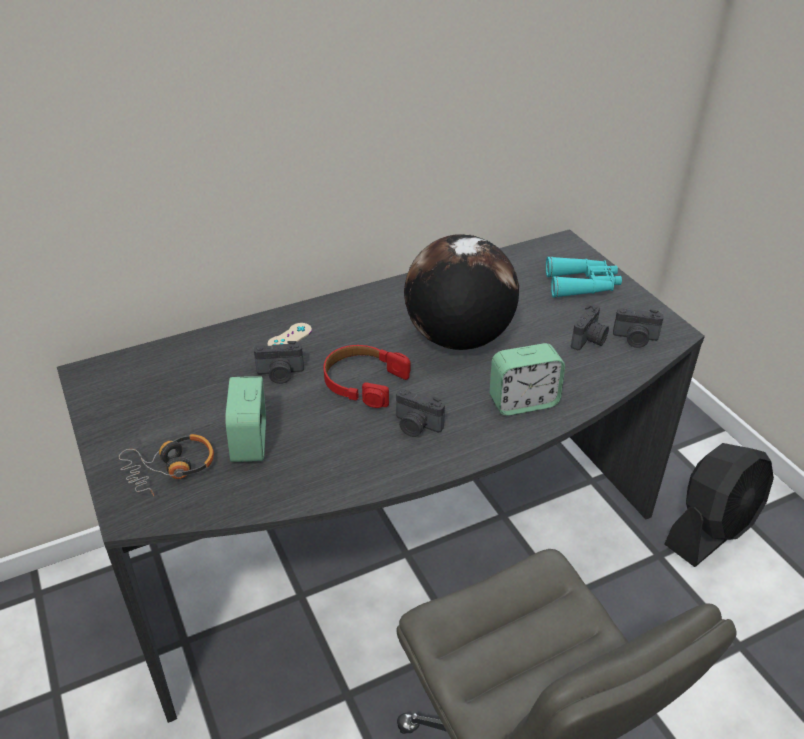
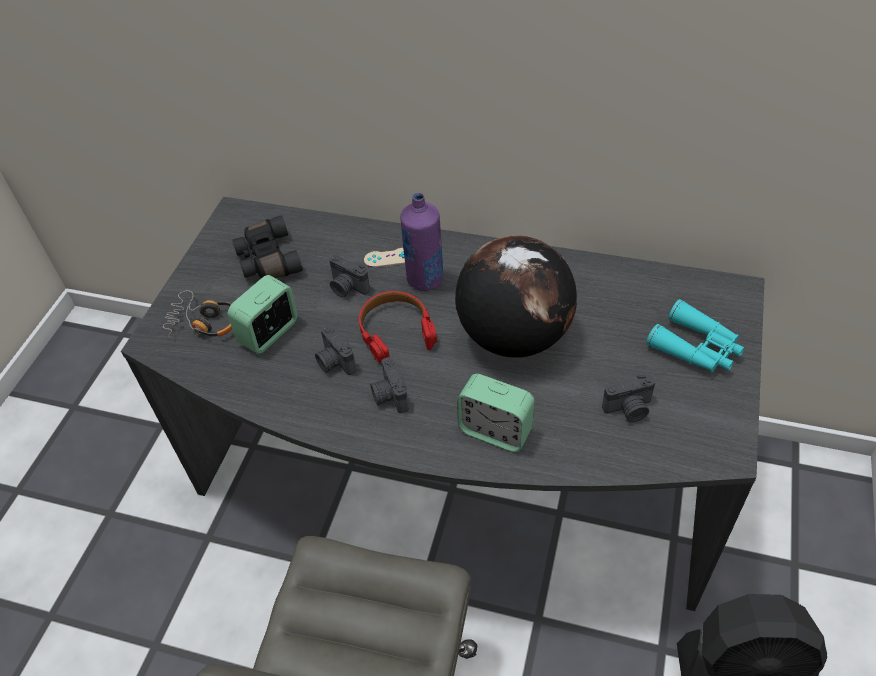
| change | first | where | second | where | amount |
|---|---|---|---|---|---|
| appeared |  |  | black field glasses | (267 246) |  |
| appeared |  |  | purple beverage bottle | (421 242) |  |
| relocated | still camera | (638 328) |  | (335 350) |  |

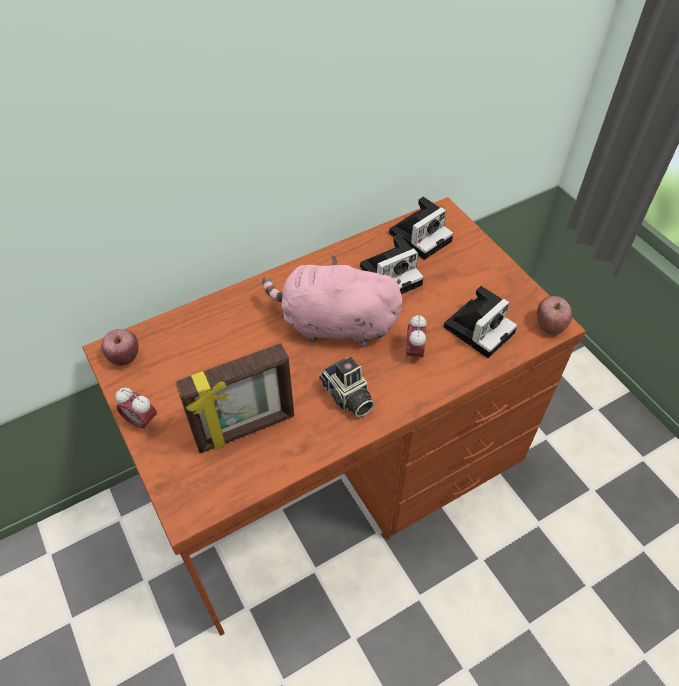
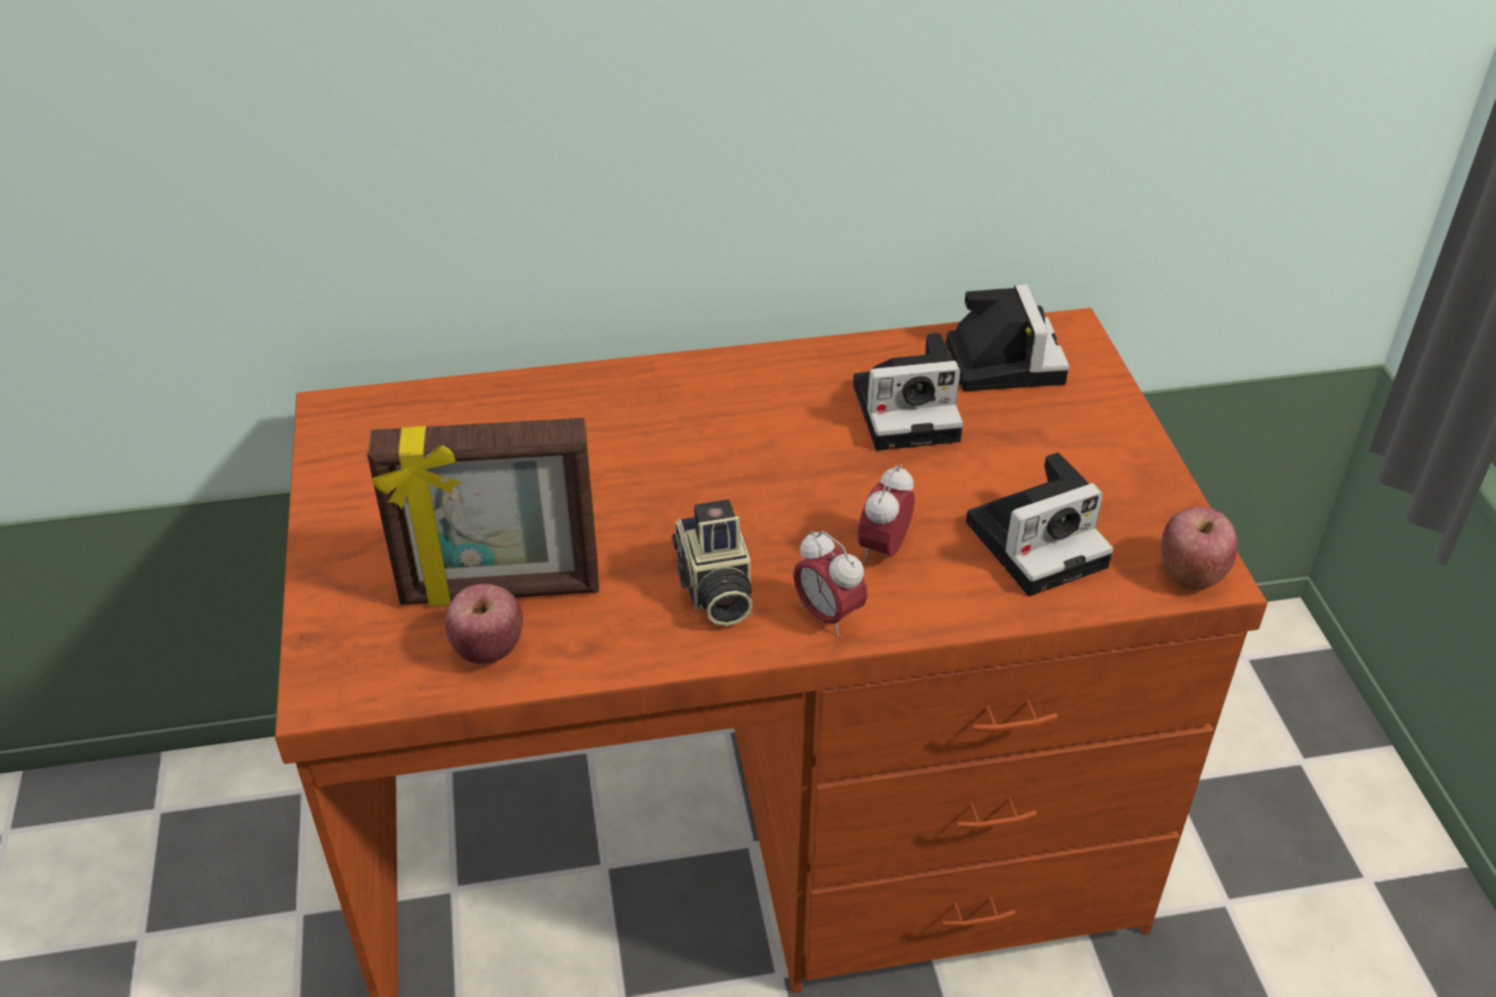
| change | first | where | second | where | amount |
|---|---|---|---|---|---|
| missing | pink cuddly toy | (332 300) |  |  |  |
| relocated | apple | (120 347) |  | (484 624) |  |
| relocated | table clock | (136 410) |  | (830 583) |  |
| spun | still camera | (421 228) |  | (1007 337) | 75 degrees counterclockwise |

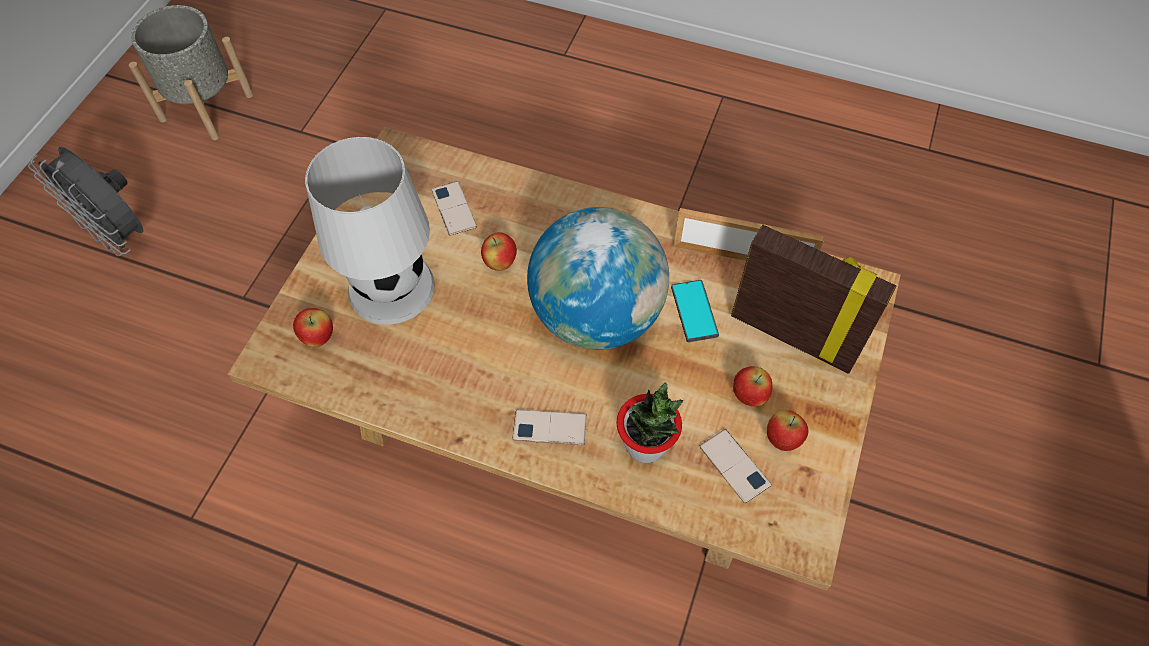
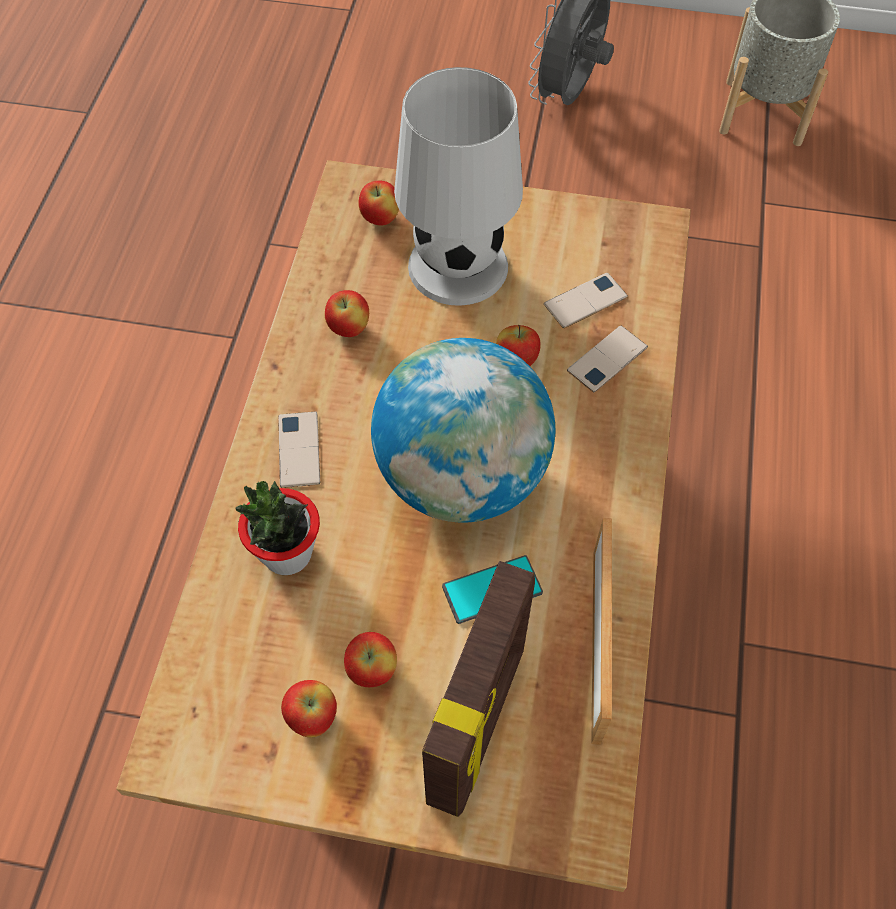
| change | first | where | second | where | amount |
|---|---|---|---|---|---|
| appeared |  |  | apple | (347 313) |  |
| relocated | phone | (735 466) |  | (607 359) |  |

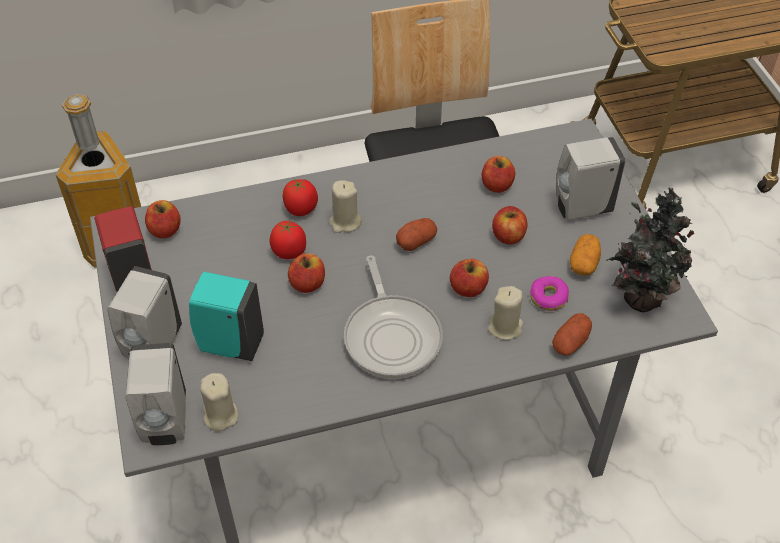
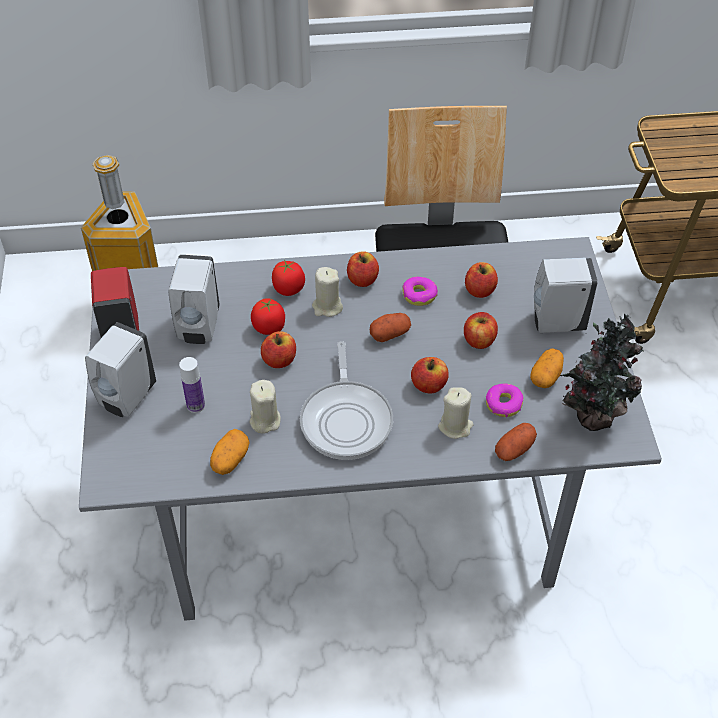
| change | first | where | second | where | amount |
|---|---|---|---|---|---|
| appeared |  |  | potato | (230 452) |  |
| appeared |  |  | doughnut | (420 291) |  |
| relocated | whitish soap bottle | (156 394) |  | (194 299) |  |
| relocated | apple | (162 219) |  | (363 269) |  |
| relocated | sand-coloured wax candle | (219 402) |  | (265 407) |  |
| exchanged | turquoise-coloured soap bottle | (226 316) | beverage bottle | (192 385) |  |

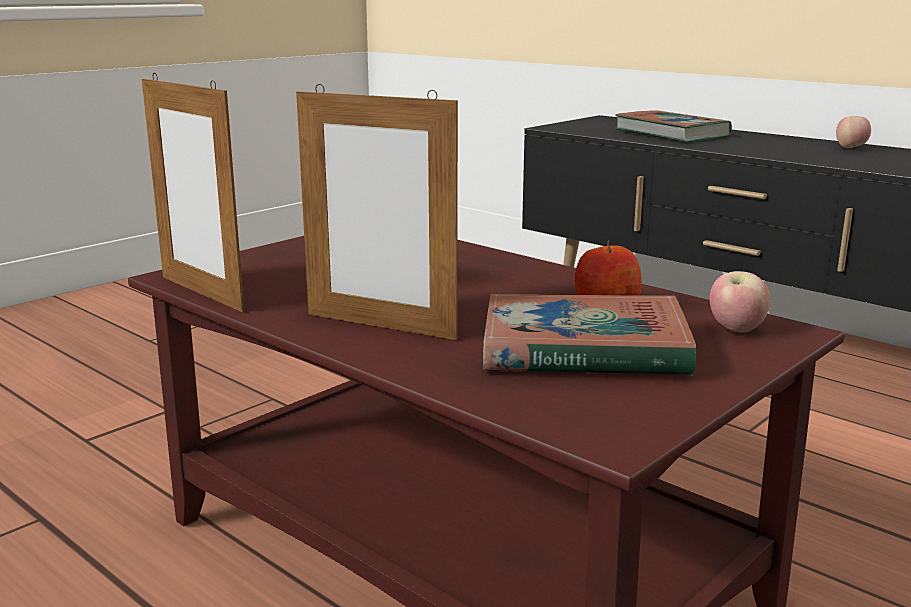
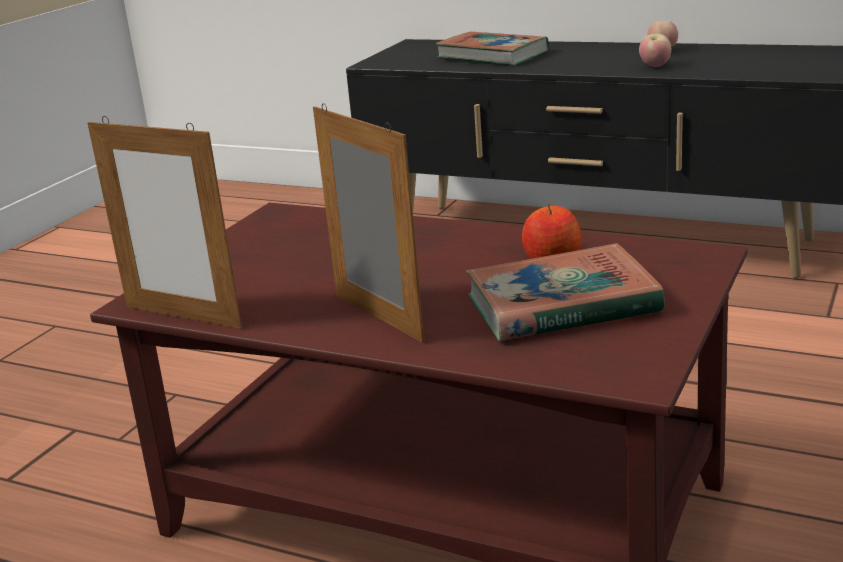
| change | first | where | second | where | amount |
|---|---|---|---|---|---|
| relocated | apple | (740 302) |  | (655 50) |  |
| spun | picture frame | (377 212) |  | (368 223) | 135 degrees counterclockwise |

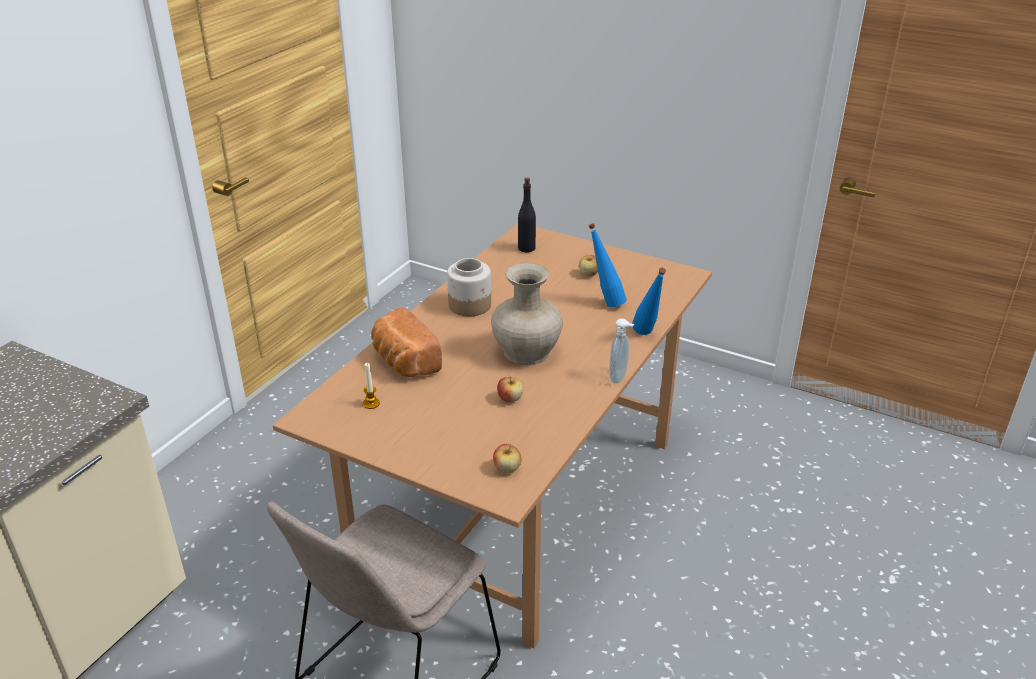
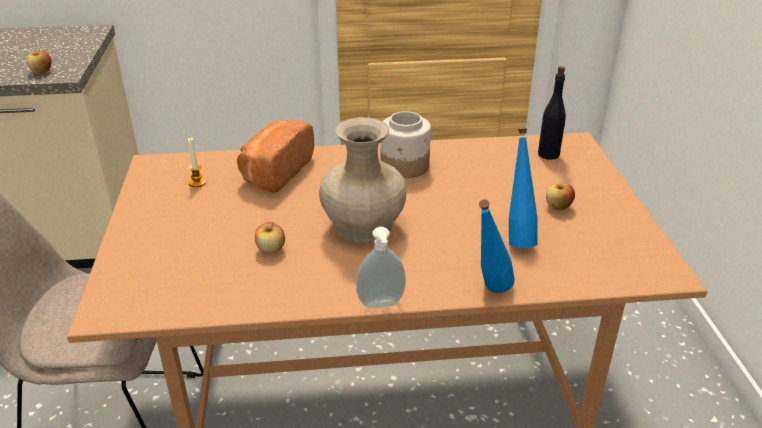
| change | first | where | second | where | amount |
|---|---|---|---|---|---|
| relocated | apple | (507 458) |  | (39 62) |  |

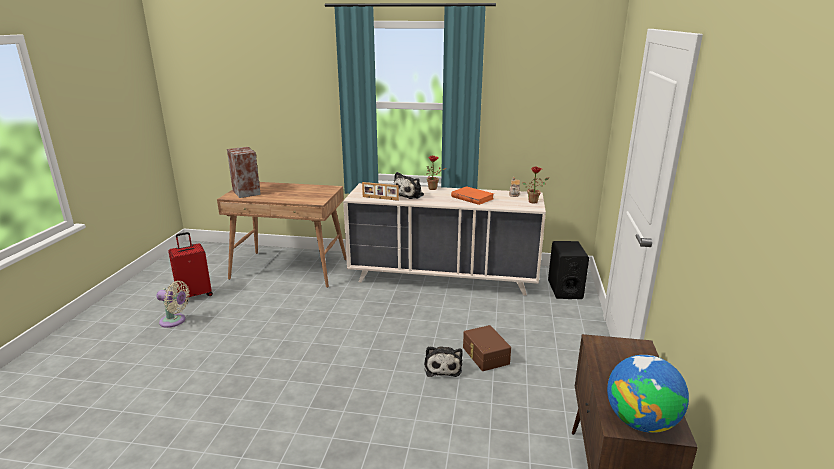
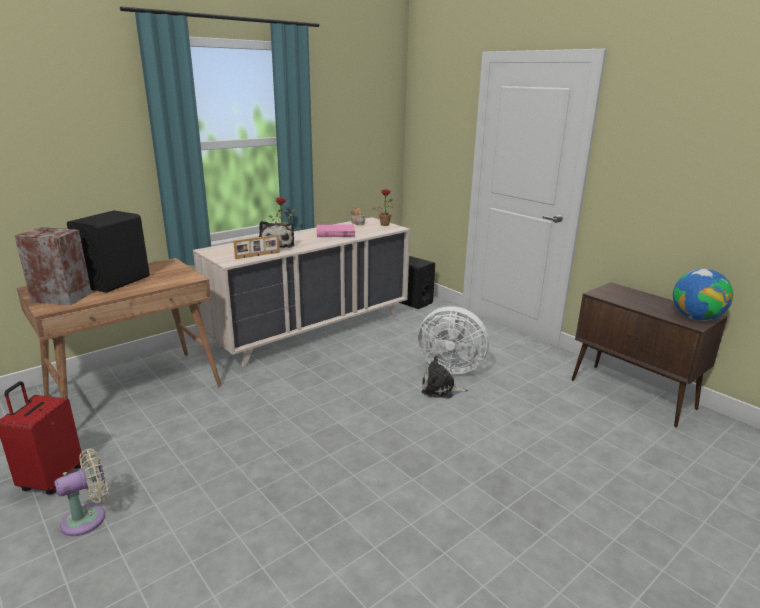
| change | first | where | second | where | amount |
|---|---|---|---|---|---|
| appeared |  |  | black audio speaker | (108 251) |  |
| exchanged | brownish storage container | (487 348) | whitish cooling fan | (453 340) |  |
| colour | orangey bound book | (472 196) | pink bound book | (335 230) |  |
| spun | cuddly toy | (443 361) |  | (445 377) | 150 degrees clockwise |

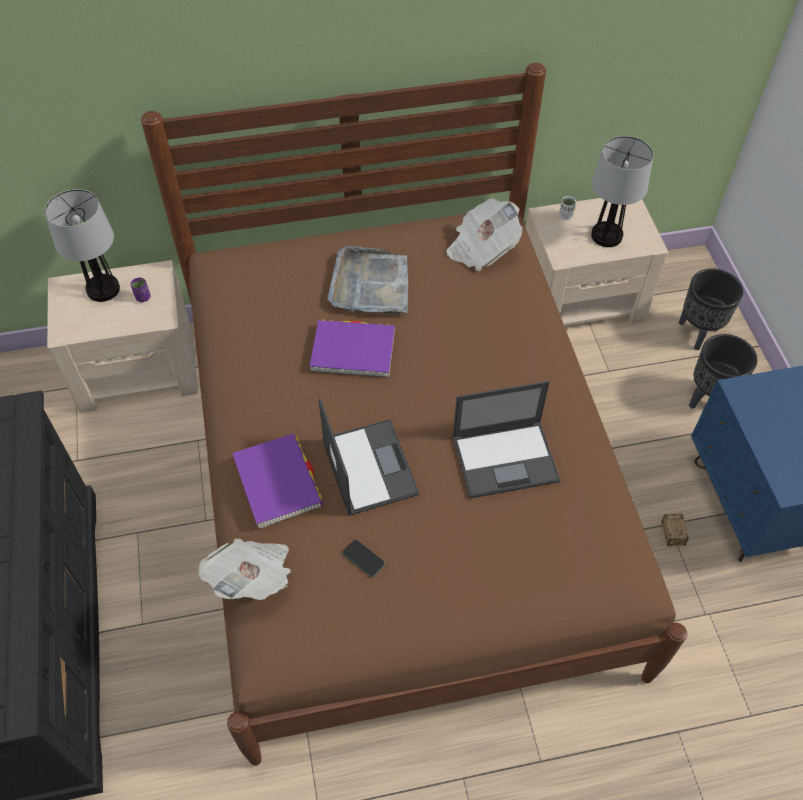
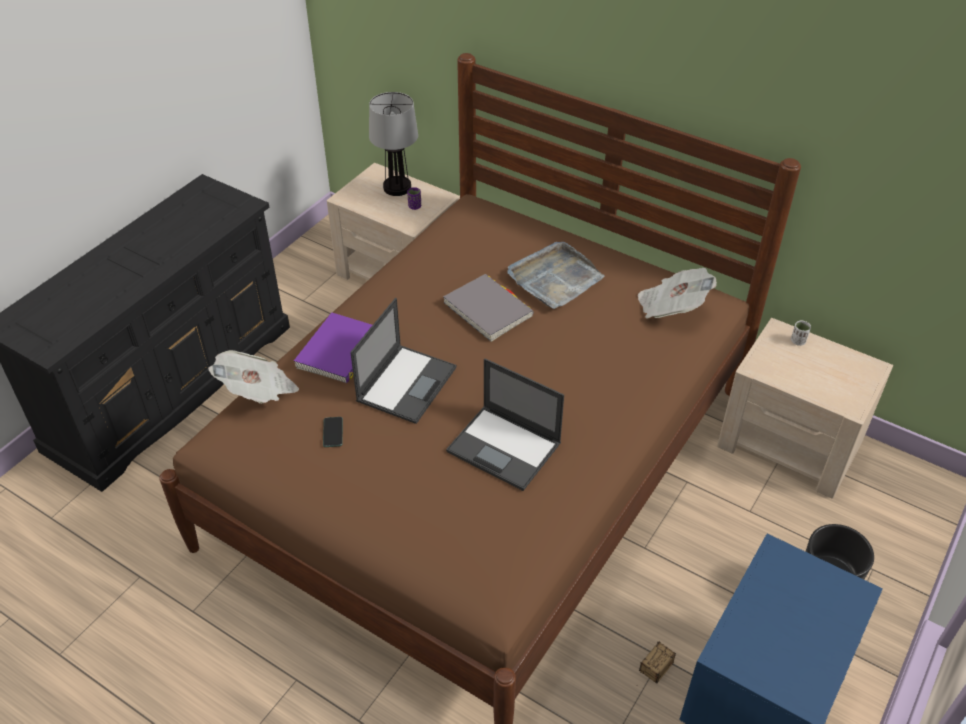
| change | first | where | second | where | amount |
|---|---|---|---|---|---|
| missing | tabletop lamp | (622 191) |  |  |  |
| missing | black flower pot | (711 309) |  |  |  |
| colour | purple bound book | (352 348) | grey bound book | (488 308) |  |

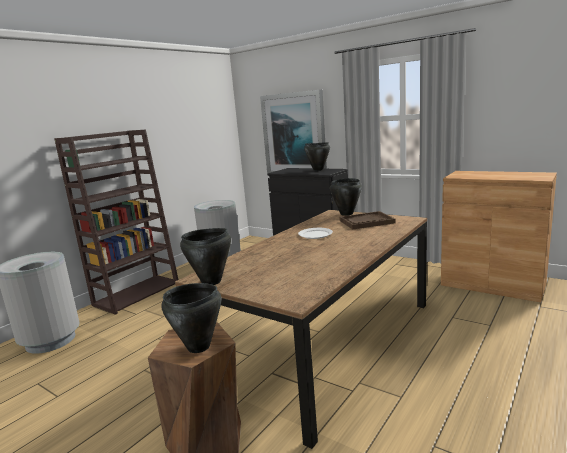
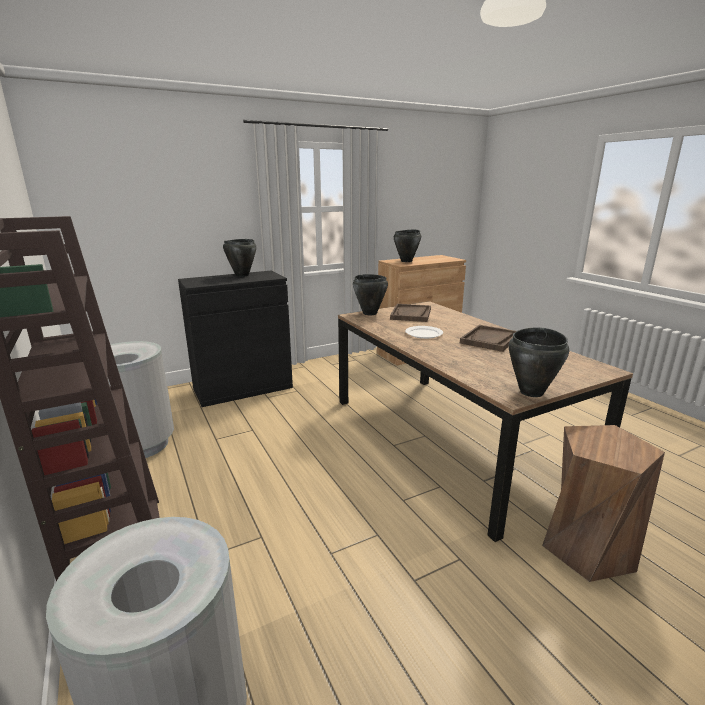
| change | first | where | second | where | amount |
|---|---|---|---|---|---|
| missing | wall picture | (293 132) |  |  |  |
| appeared |  |  | brownish serving tray | (488 338) |  |
| relocated | black stockpot | (191 318) |  | (407 245) |  |

